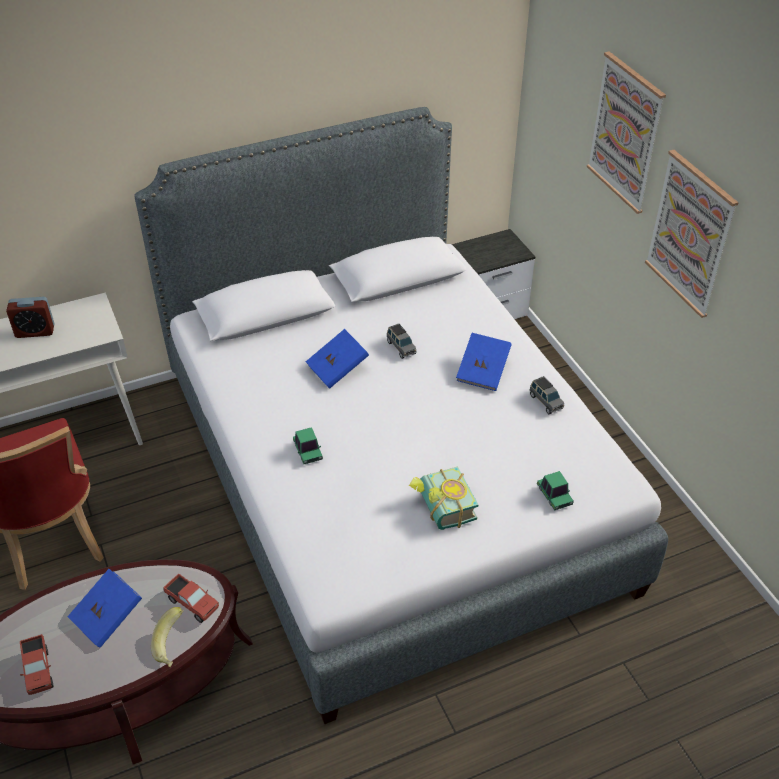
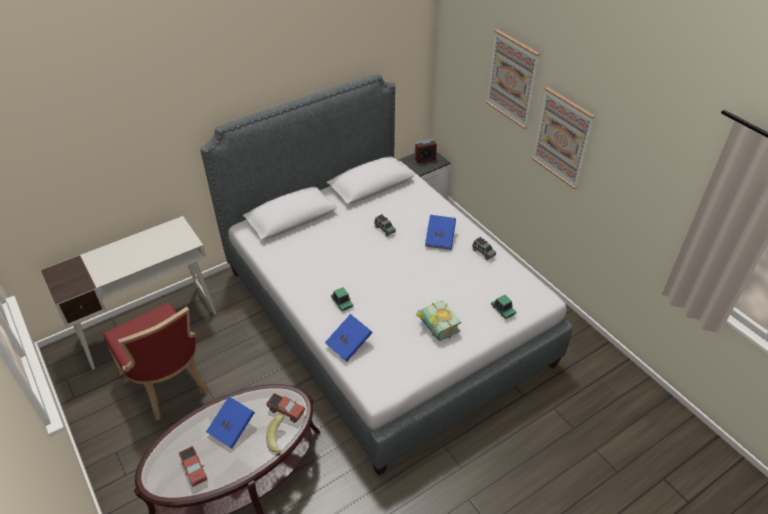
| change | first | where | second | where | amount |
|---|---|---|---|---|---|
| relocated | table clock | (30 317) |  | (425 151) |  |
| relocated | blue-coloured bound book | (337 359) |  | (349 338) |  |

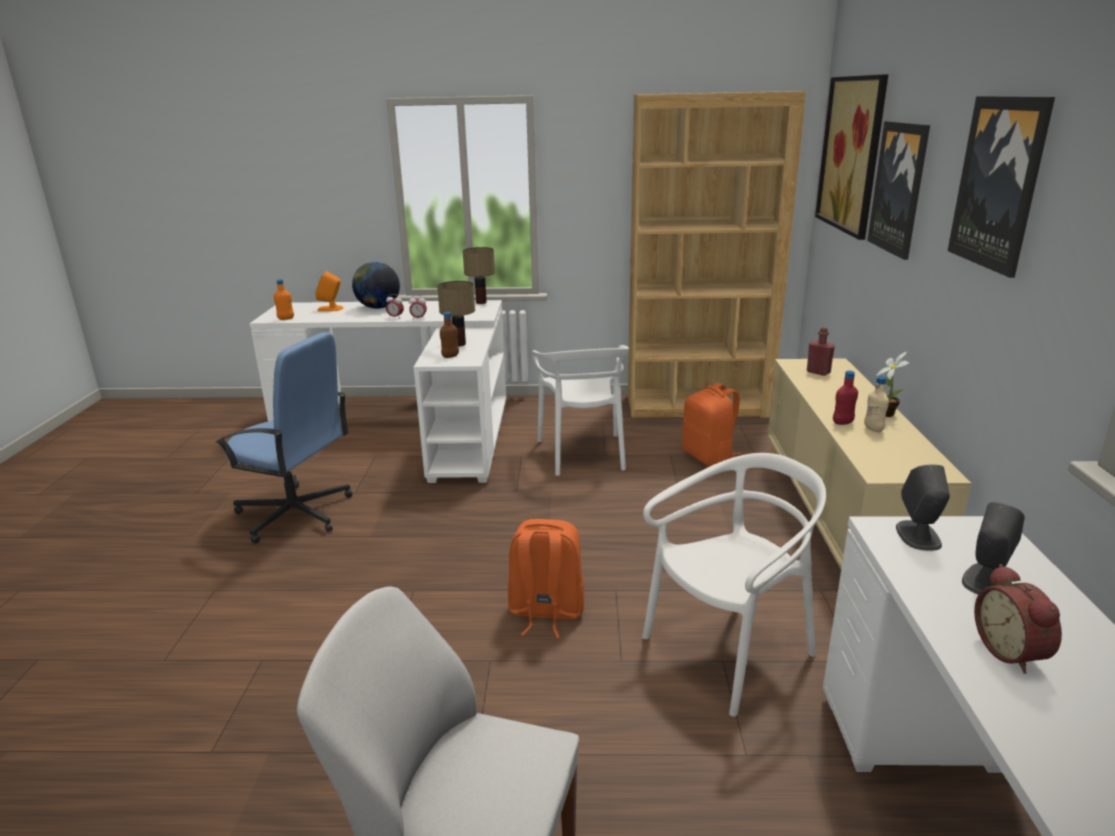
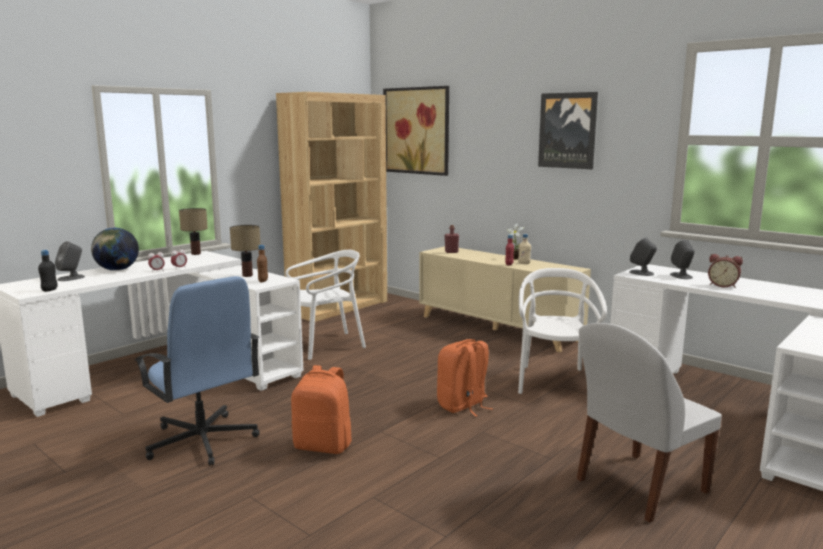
| change | first | where | second | where | amount |
|---|---|---|---|---|---|
| missing | wall picture | (898 190) |  |  |  |
| relocated | orangey rucksack | (711 424) |  | (321 409) |  |
| colour | orangey beverage bottle | (284 299) | black beverage bottle | (48 271) |  |
| colour | orangey audio speaker | (329 291) | grey audio speaker | (70 261) |  |
| spun | blue-coloured office chair | (283 438) |  | (197 370) | 75 degrees clockwise |
| spun | whitish chair | (580 410) |  | (325 305) | 60 degrees counterclockwise |

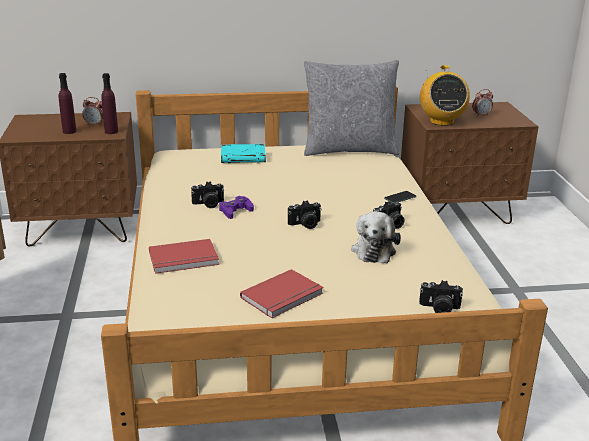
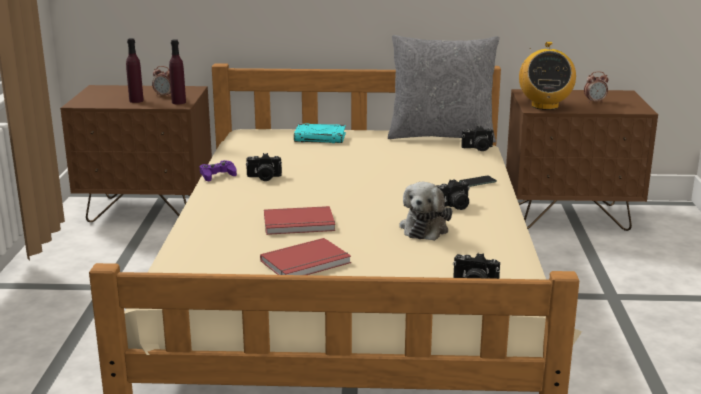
| change | first | where | second | where | amount |
|---|---|---|---|---|---|
| relocated | red-coloured bound book | (184 256) |  | (299 220) |  |
| relocated | purple joypad | (236 207) |  | (218 170) |  |
| relocated | still camera | (305 214) |  | (477 138) |  |

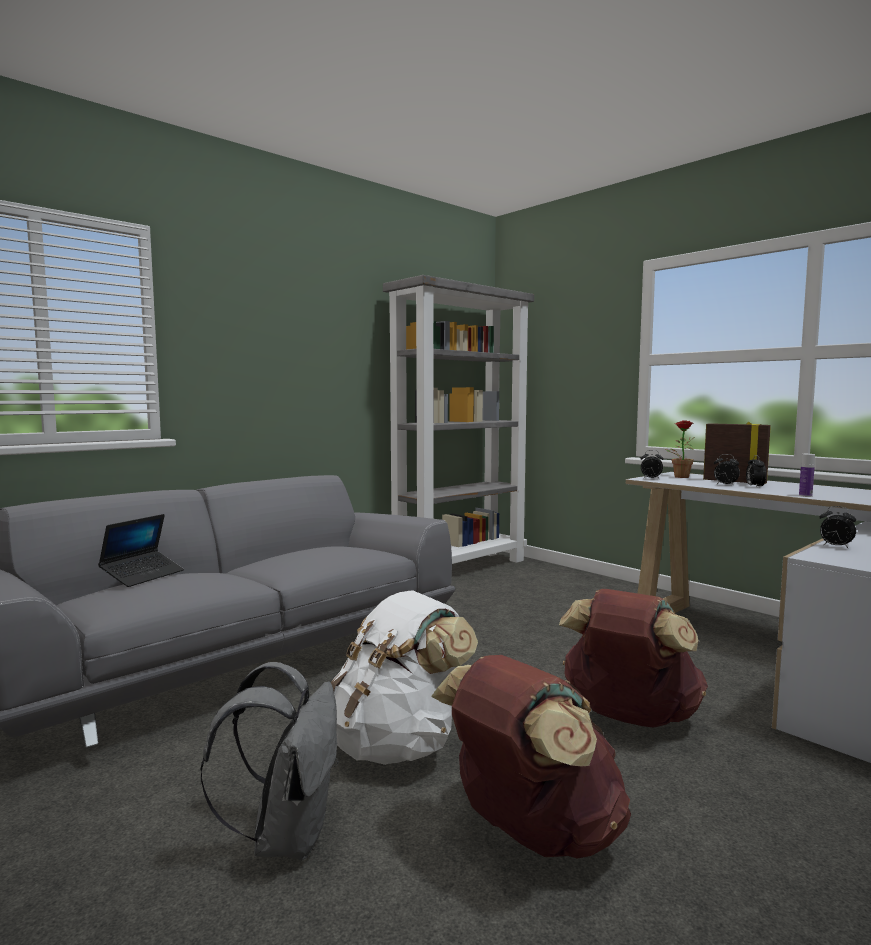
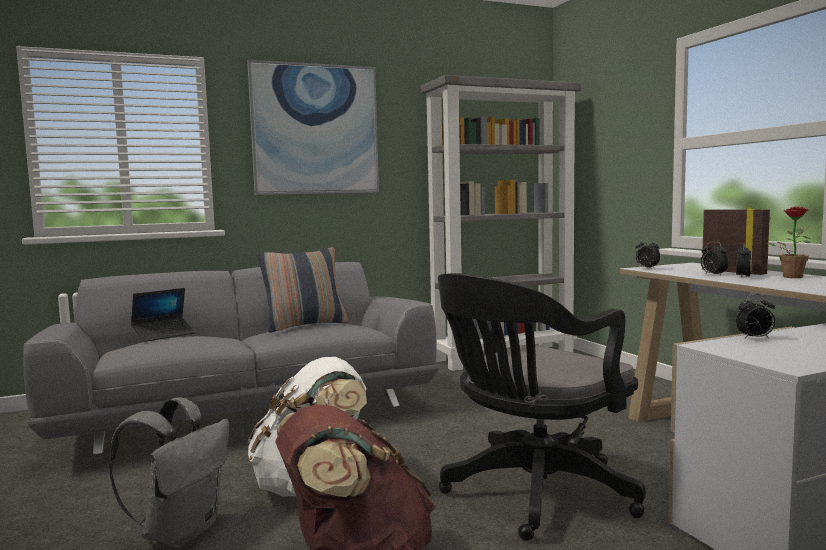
| change | first | where | second | where | amount |
|---|---|---|---|---|---|
| missing | beverage bottle | (807 475) |  |  |  |
| appeared |  |  | wall picture | (313 127) |  |
| appeared |  |  | throw pillow | (302 290) |  |
| relocated | houseplant | (680 449) |  | (789 242) |  |
| exchanged | brownish rucksack | (633 658) | black office chair | (542 407) |  |
| spun | table clock | (837 527) |  | (755 316) | 60 degrees counterclockwise |

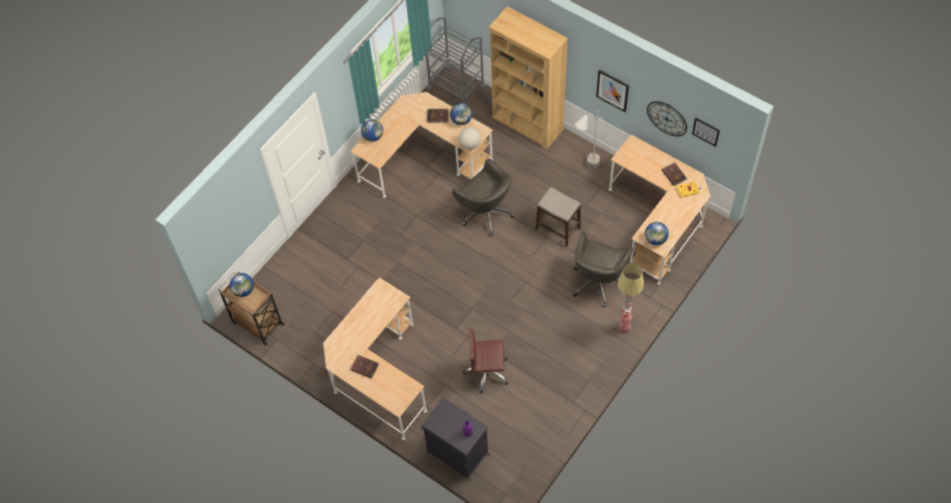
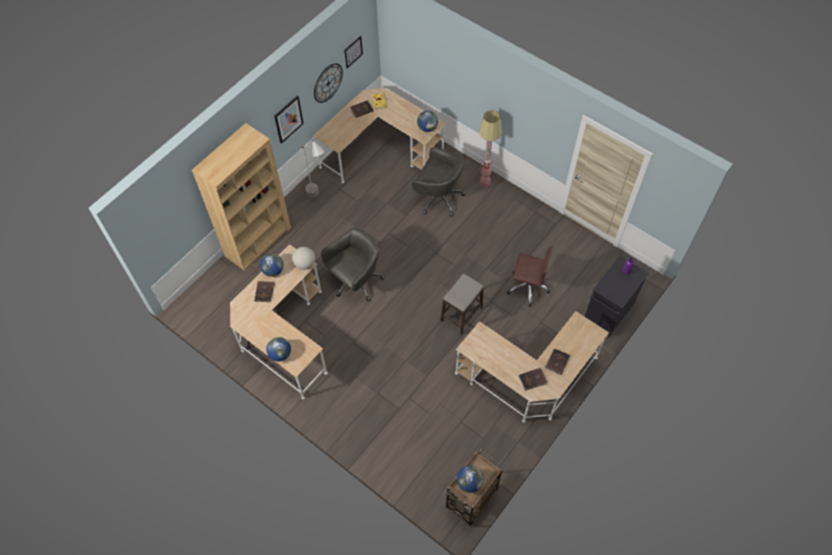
| change | first | where | second | where | amount |
|---|---|---|---|---|---|
| missing | grey trolley | (456 60) |  |  |  |
| appeared |  |  | brownish bound book | (533 379) |  |
| relocated | stool seat | (558 217) |  | (462 304) |  |
| spun | brownish office chair | (486 360) |  | (530 276) | 75 degrees counterclockwise |

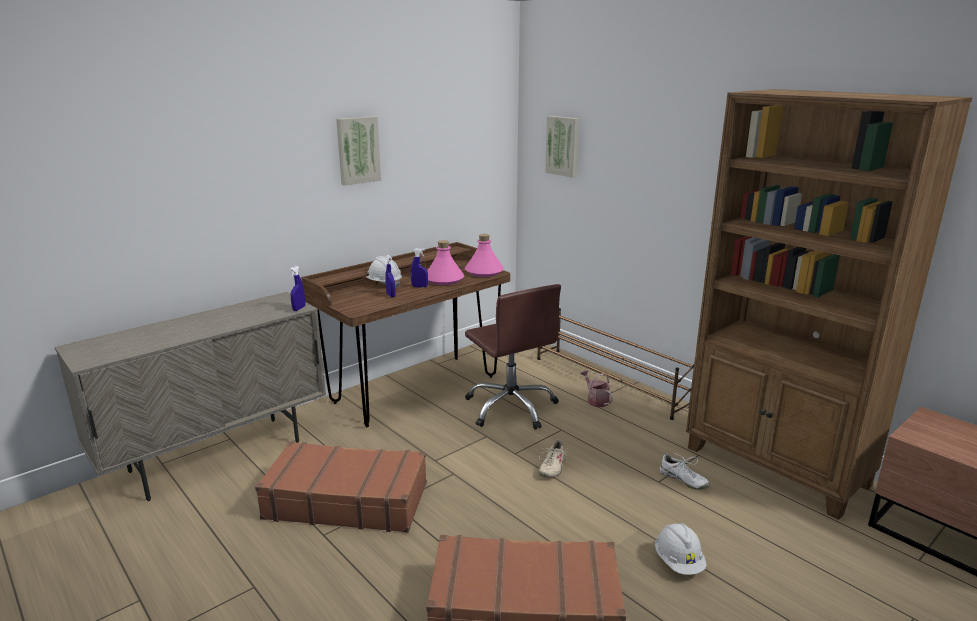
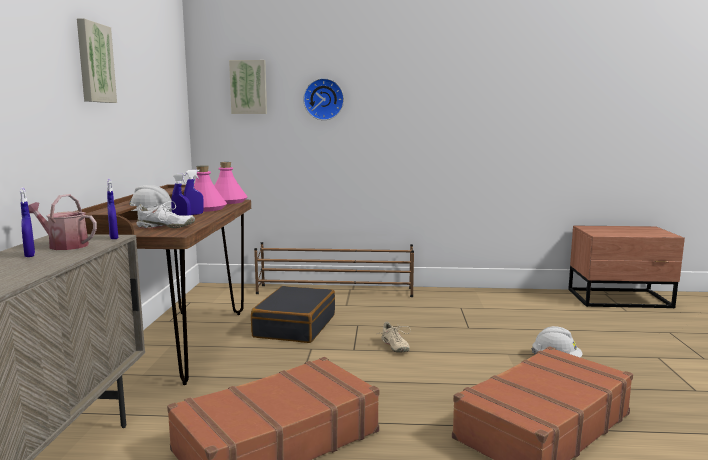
| change | first | where | second | where | amount |
|---|---|---|---|---|---|
| missing | brownish bookcase | (829 304) |  |  |  |
| appeared |  |  | blue-coloured sprayer | (27 222) |  |
| appeared |  |  | wall clock | (323 99) |  |
| relocated | sprinkling can | (596 388) |  | (62 222) |  |
| relocated | whitish shoe | (685 471) |  | (165 215) |  |
| exchanged | brownish office chair | (513 357) | black suitcase | (293 314) |  |

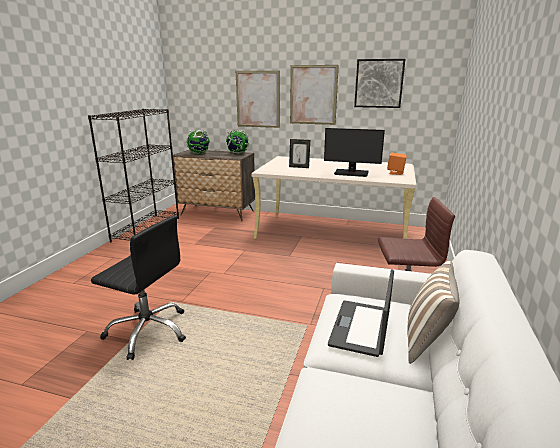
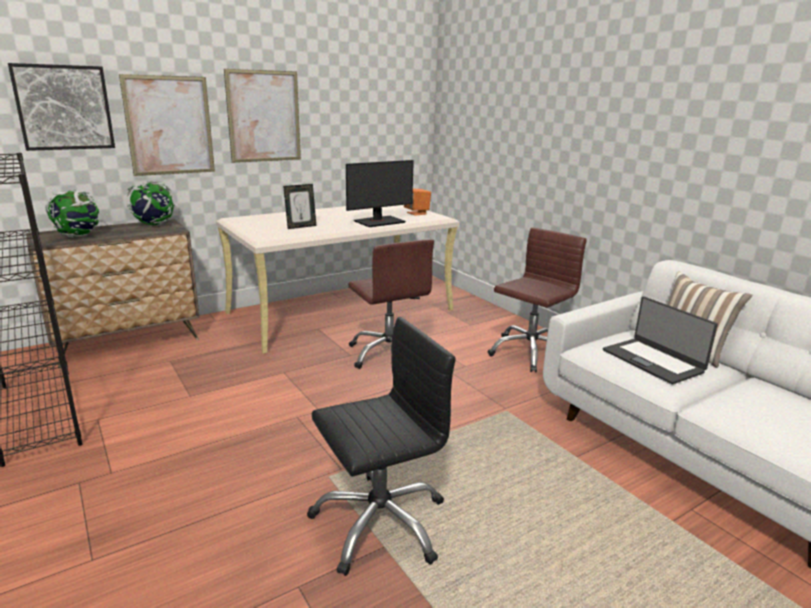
| change | first | where | second | where | amount |
|---|---|---|---|---|---|
| appeared |  |  | brownish office chair | (391 304) |  |
| relocated | wall picture | (379 83) |  | (61 107) |  |

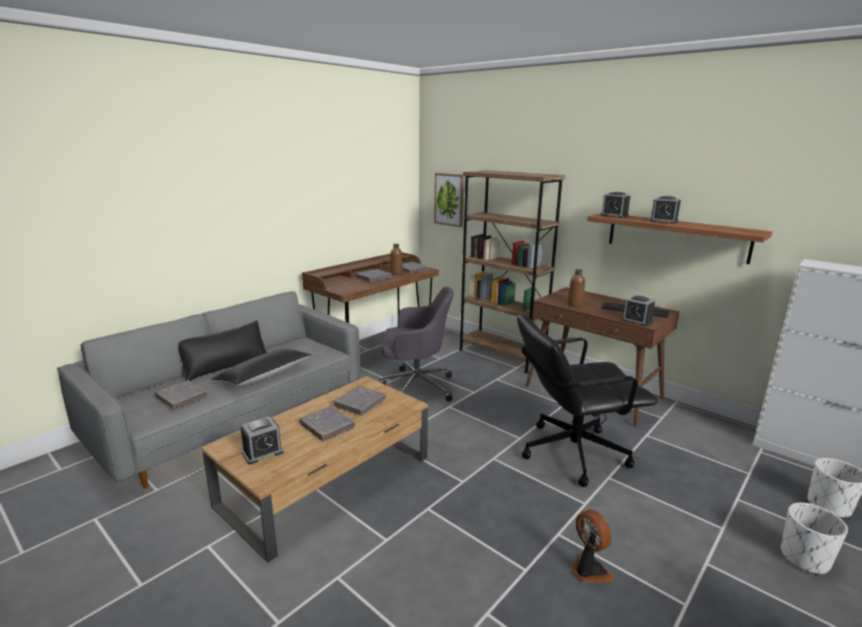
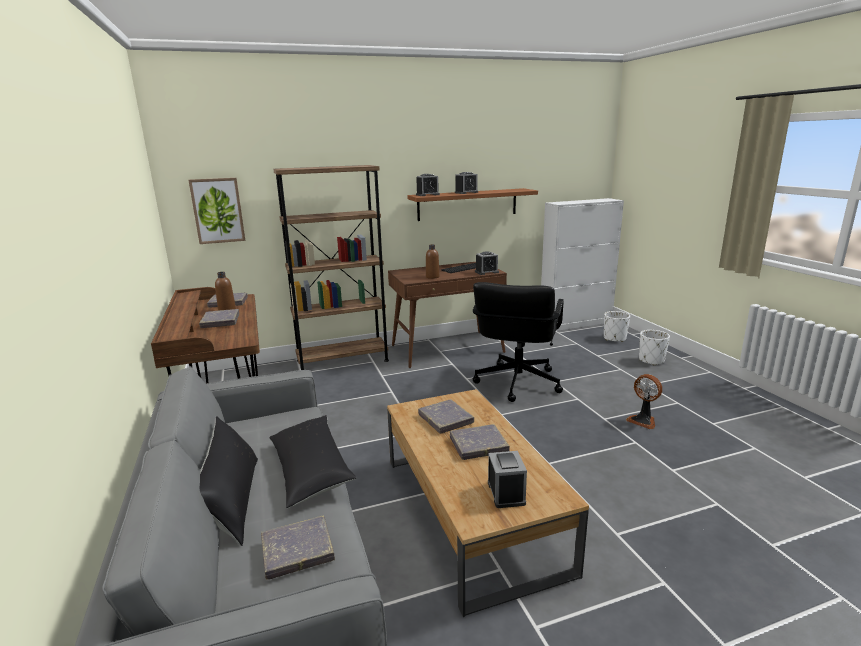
| change | first | where | second | where | amount |
|---|---|---|---|---|---|
| missing | grey office chair | (416 344) |  |  |  |
| spun | cooling fan | (592 546) |  | (644 401) | 135 degrees counterclockwise |

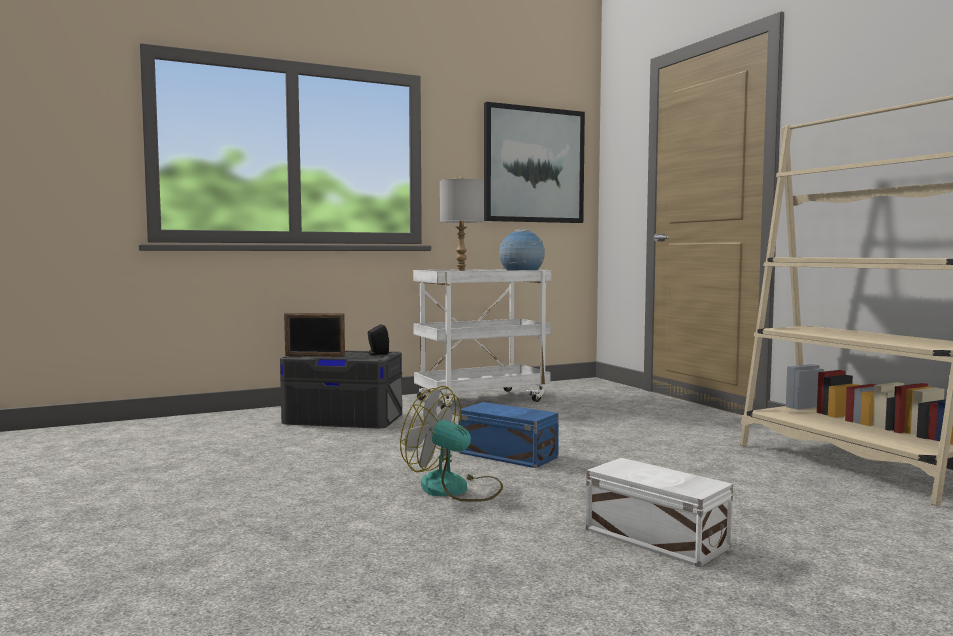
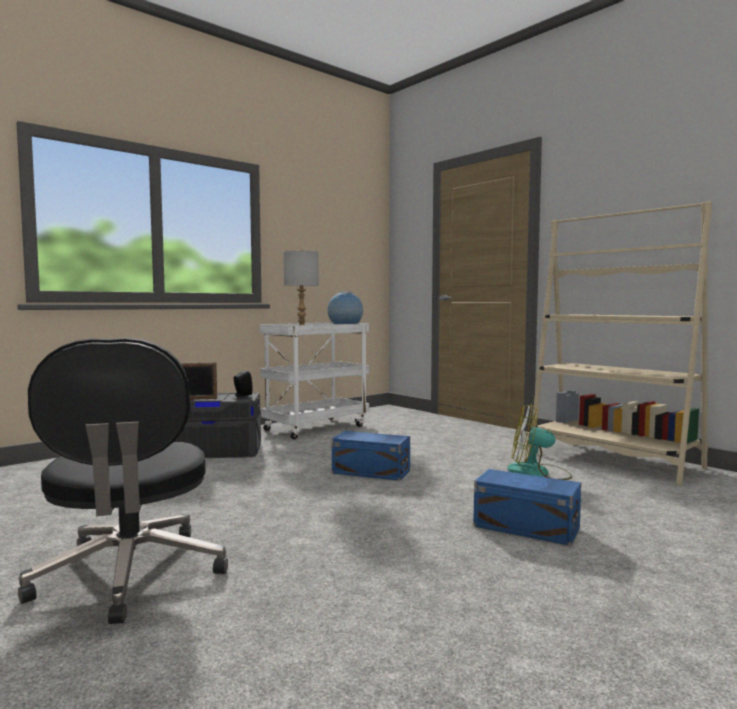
| change | first | where | second | where | amount |
|---|---|---|---|---|---|
| missing | wall picture | (534 162) |  |  |  |
| appeared |  |  | black office chair | (123 481) |  |
| relocated | cooling fan | (451 444) |  | (539 442) |  |
| colour | whitish storage container | (659 512) | blue-coloured storage container | (527 507) |  |

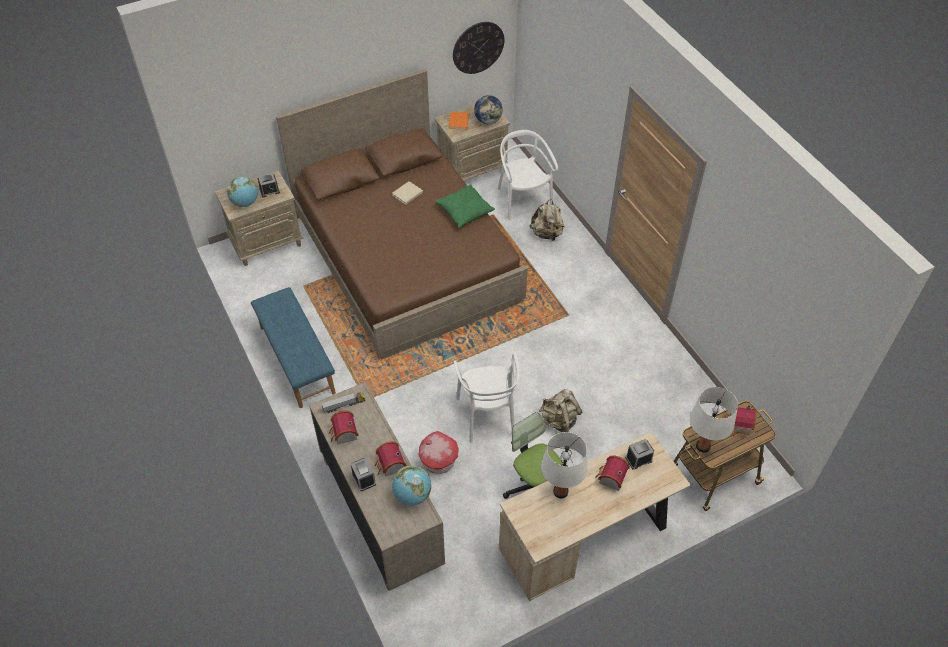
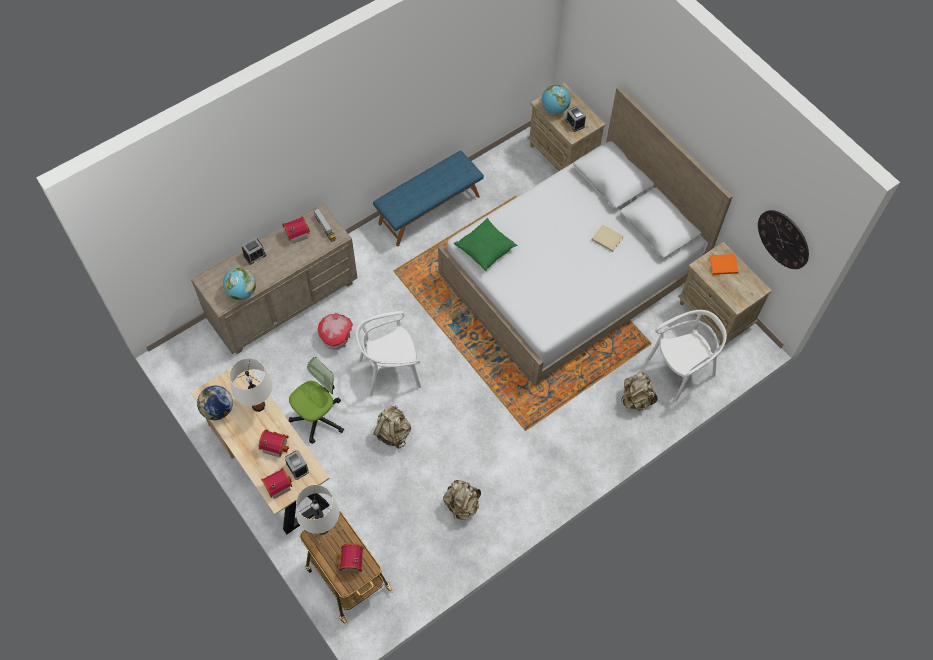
| change | first | where | second | where | amount |
|---|---|---|---|---|---|
| appeared |  |  | sand-coloured rucksack | (462 500) |  |
| relocated | model house | (391 459) |  | (276 483) |  |
| relocated | green-coloured throw pillow | (465 206) |  | (485 244) |  |
| relocated | desk globe | (488 109) |  | (215 403) |  |
| colour | brownish bedroom bed | (402 214) | whitish bedroom bed | (585 236) |  |

